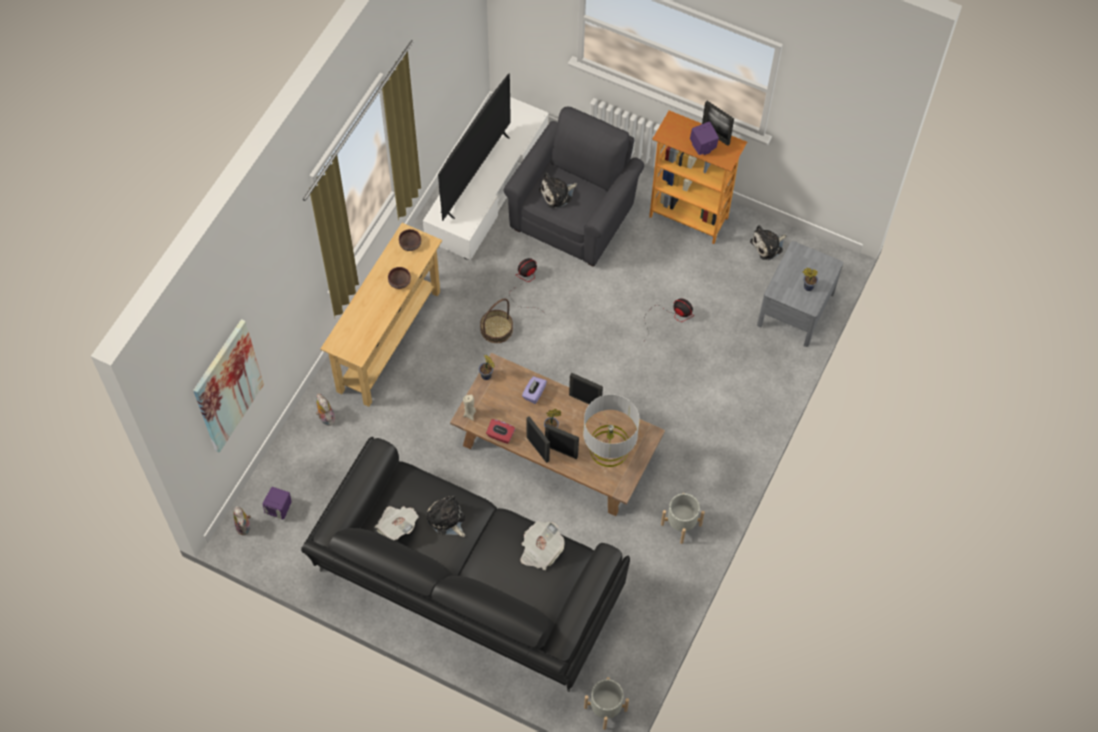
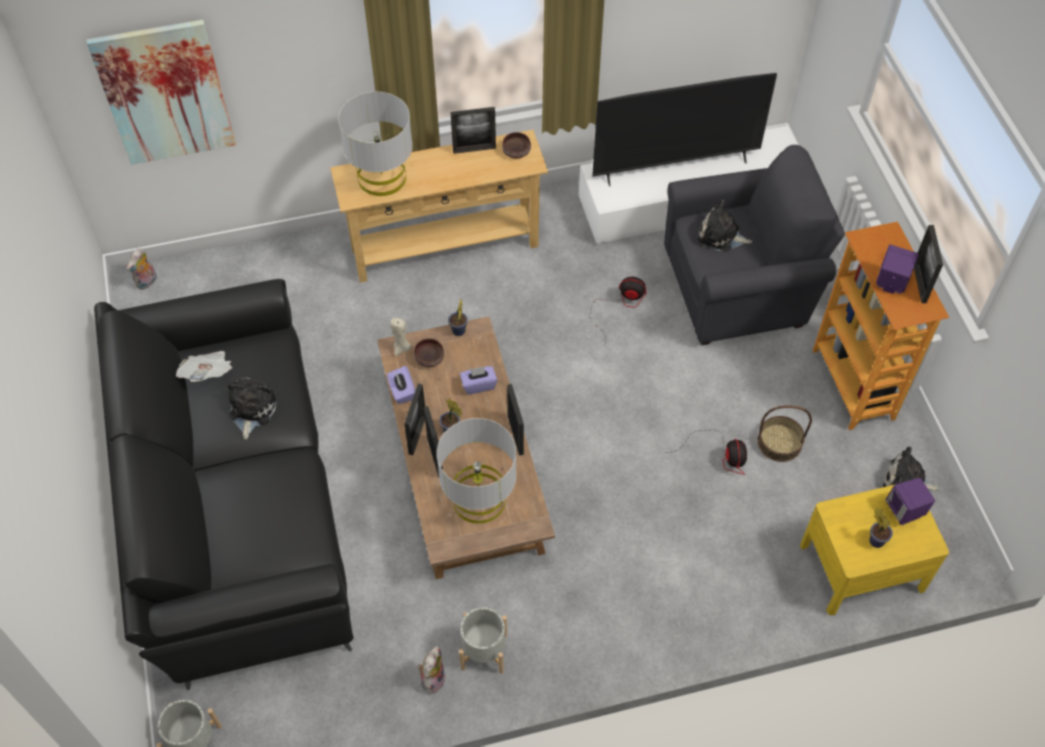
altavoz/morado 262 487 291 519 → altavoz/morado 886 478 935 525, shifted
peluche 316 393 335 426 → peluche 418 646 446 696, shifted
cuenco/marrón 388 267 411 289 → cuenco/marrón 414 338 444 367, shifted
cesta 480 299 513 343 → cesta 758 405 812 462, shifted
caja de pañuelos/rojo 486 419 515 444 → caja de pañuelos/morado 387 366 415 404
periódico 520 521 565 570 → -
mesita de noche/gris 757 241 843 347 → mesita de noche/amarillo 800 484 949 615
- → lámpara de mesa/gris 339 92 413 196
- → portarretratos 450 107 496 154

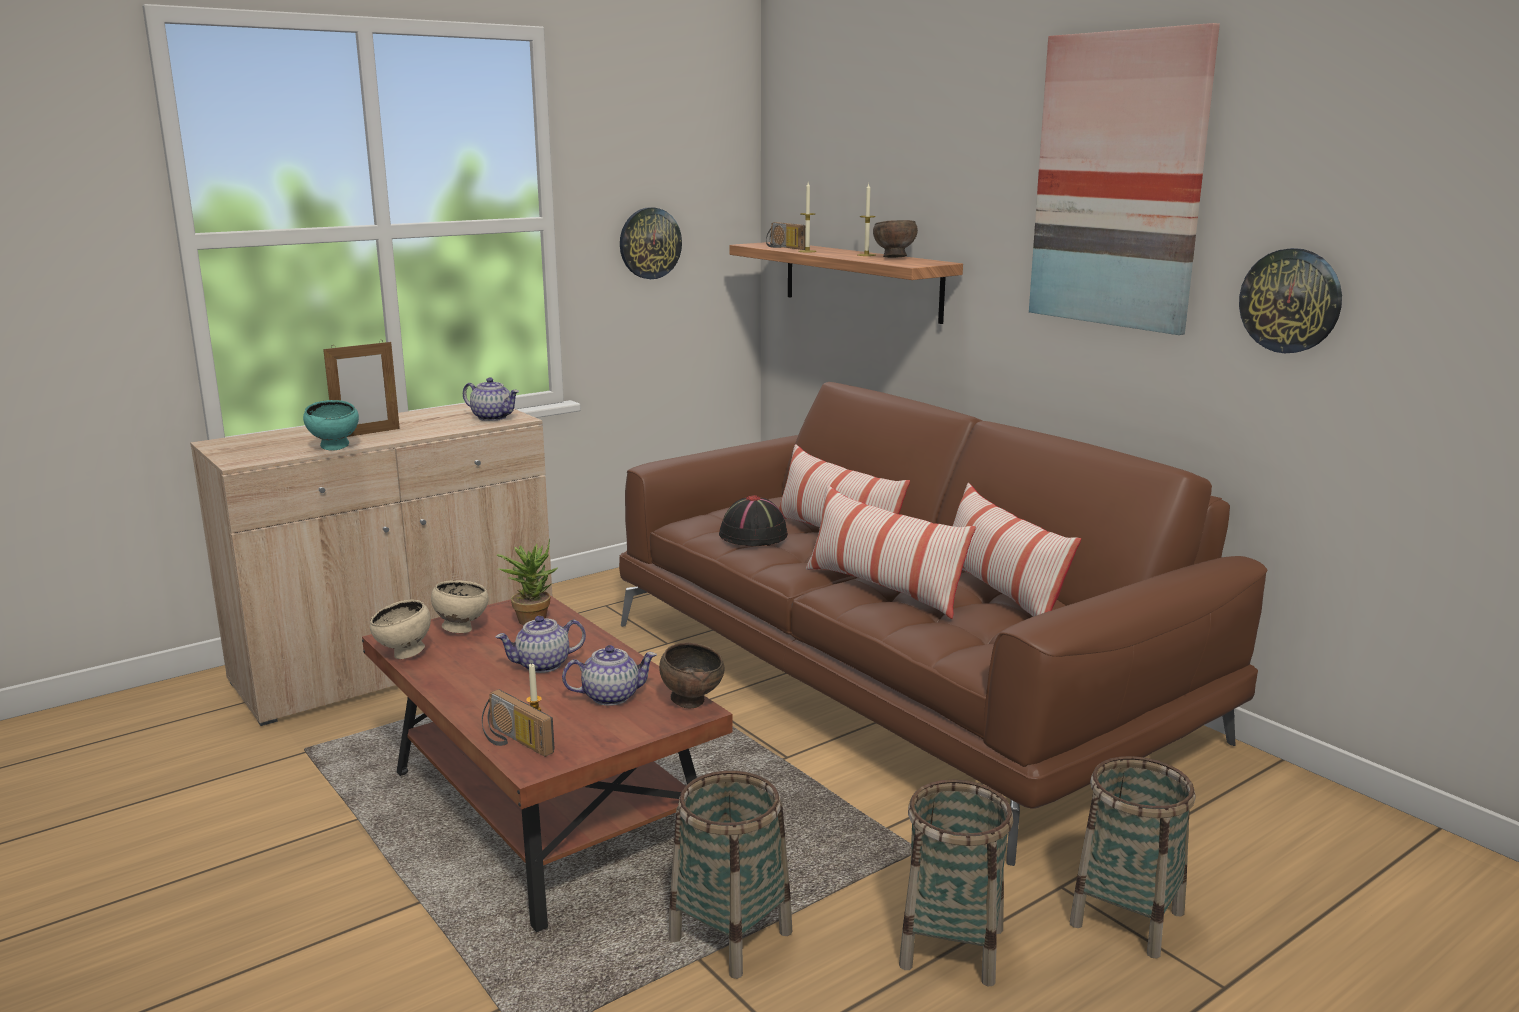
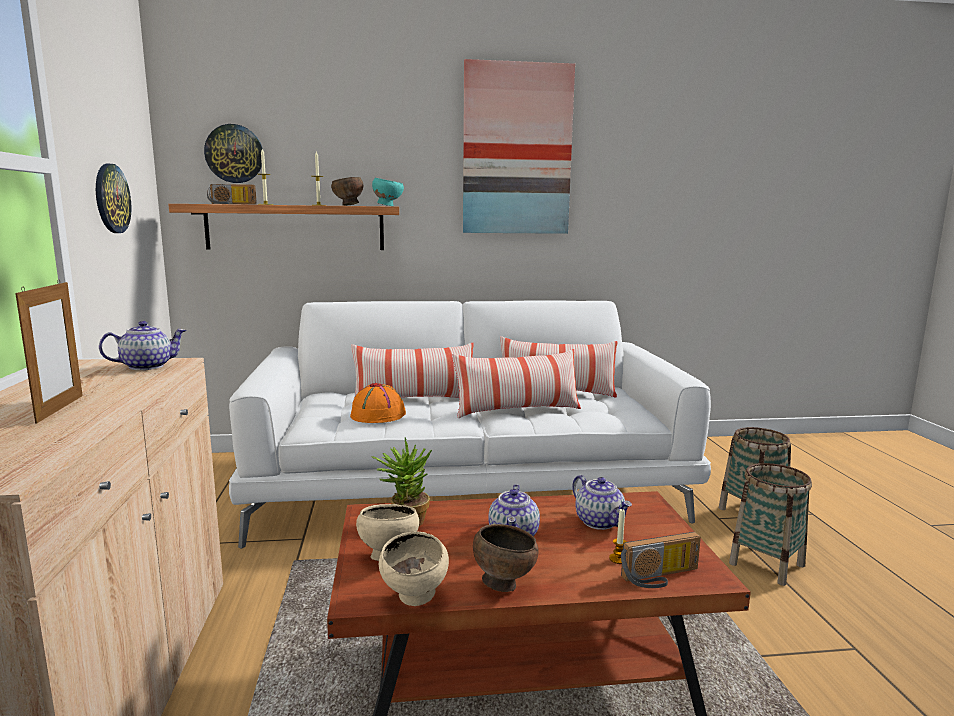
cuenco/turquesa 303 400 359 451 → cuenco/turquesa 372 178 404 206, shifted
tetera 562 645 657 706 → tetera 572 475 632 530, 135 degrees clockwise
sofá/marrón 619 382 1267 866 → sofá/blanco 229 300 711 549
cuenco/marrón 659 643 725 708 → cuenco/marrón 473 524 538 592, shifted
cesta 668 771 792 979 → -
sombrero/negro 719 495 788 546 → sombrero/naranja 350 383 406 423
reloj de pared 1239 248 1342 353 → reloj de pared 204 124 263 183, shifted

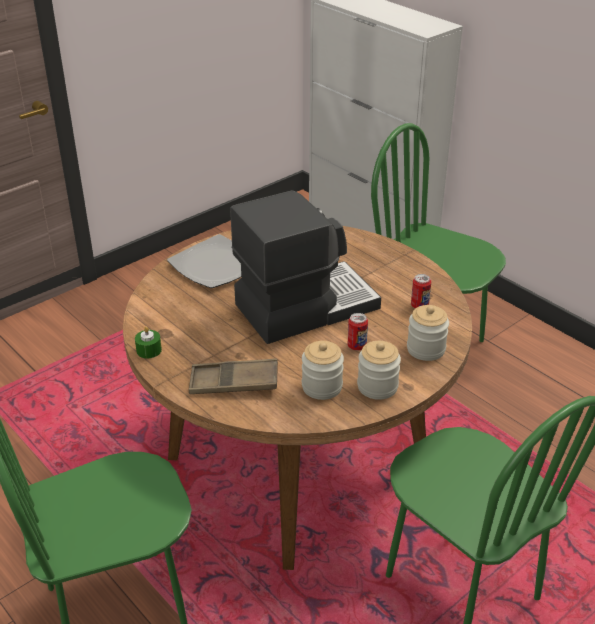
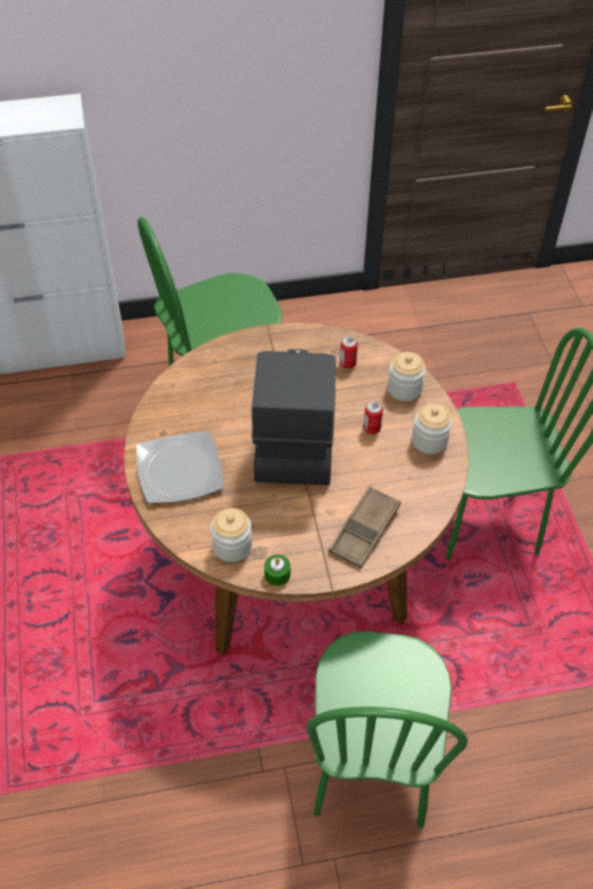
tarro 302 341 344 400 → tarro 211 508 252 562, shifted

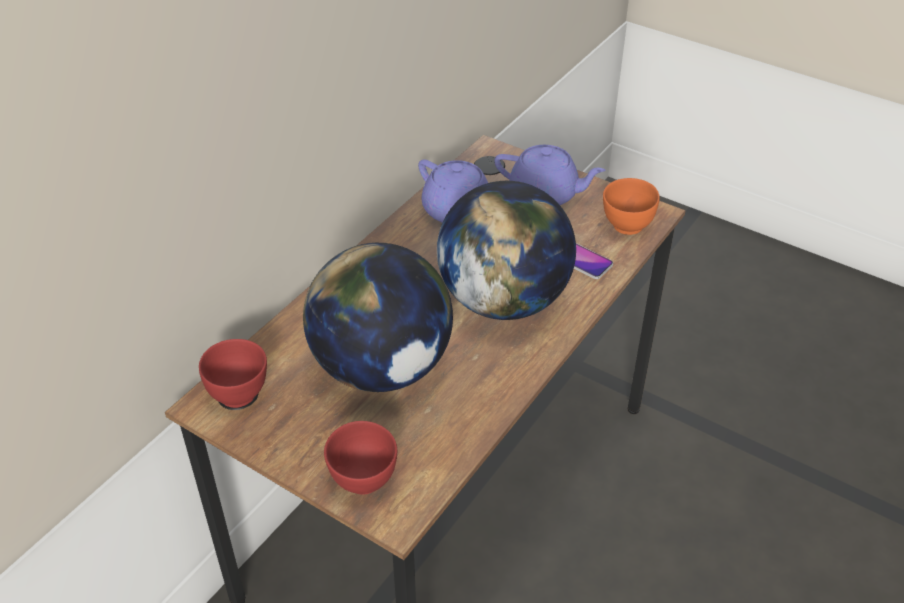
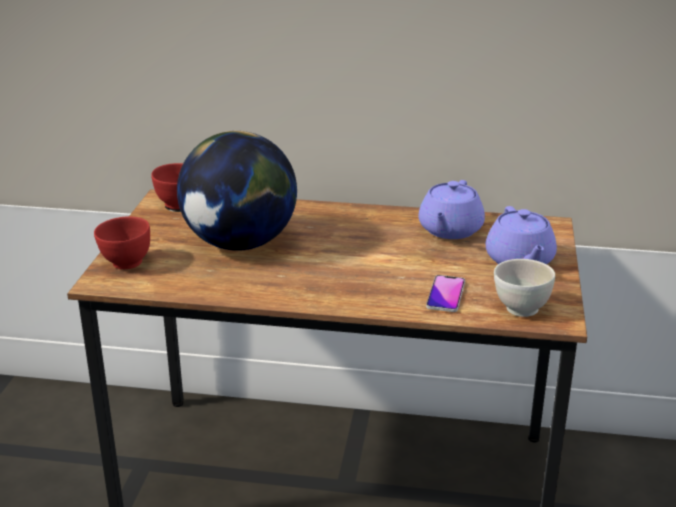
globo terráqueo 437 181 576 320 → -
cuenco/naranja 603 178 659 235 → cuenco/blanco 494 259 555 317

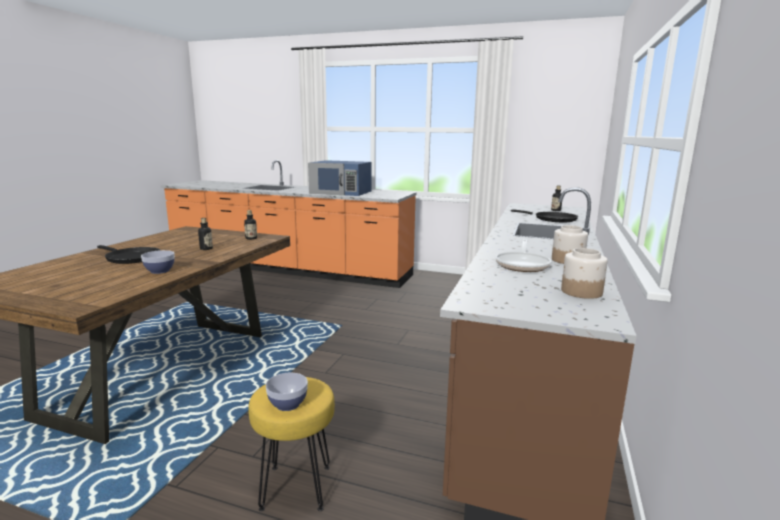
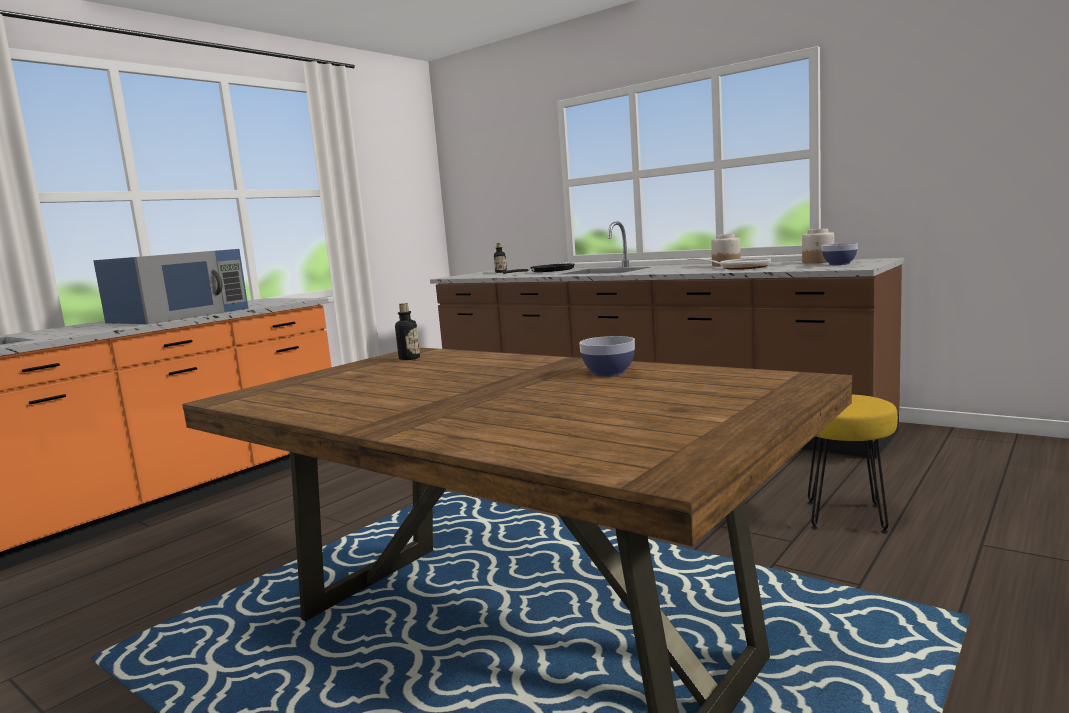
sartén/negro 97 245 160 264 → -
botella 198 218 213 250 → -
cuenco 266 373 308 411 → cuenco 822 243 858 265, shifted

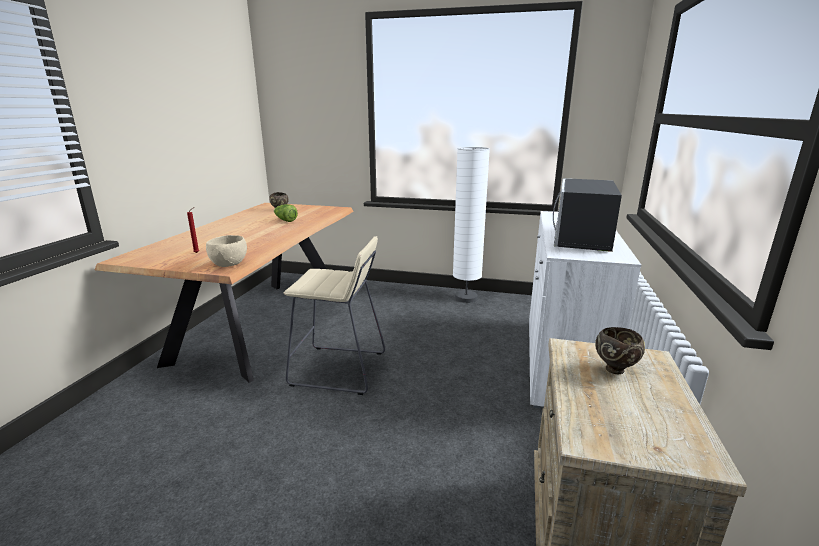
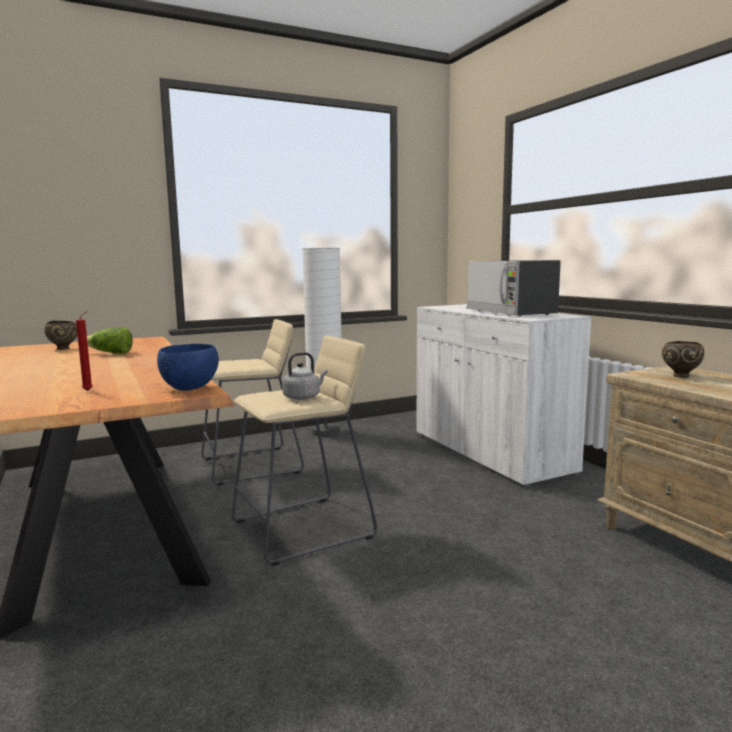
cuenco/beis 206 235 247 267 → cuenco/azul 157 344 219 391
- → taburete/beis 201 319 304 485
- → hervidor/gris 282 352 328 400

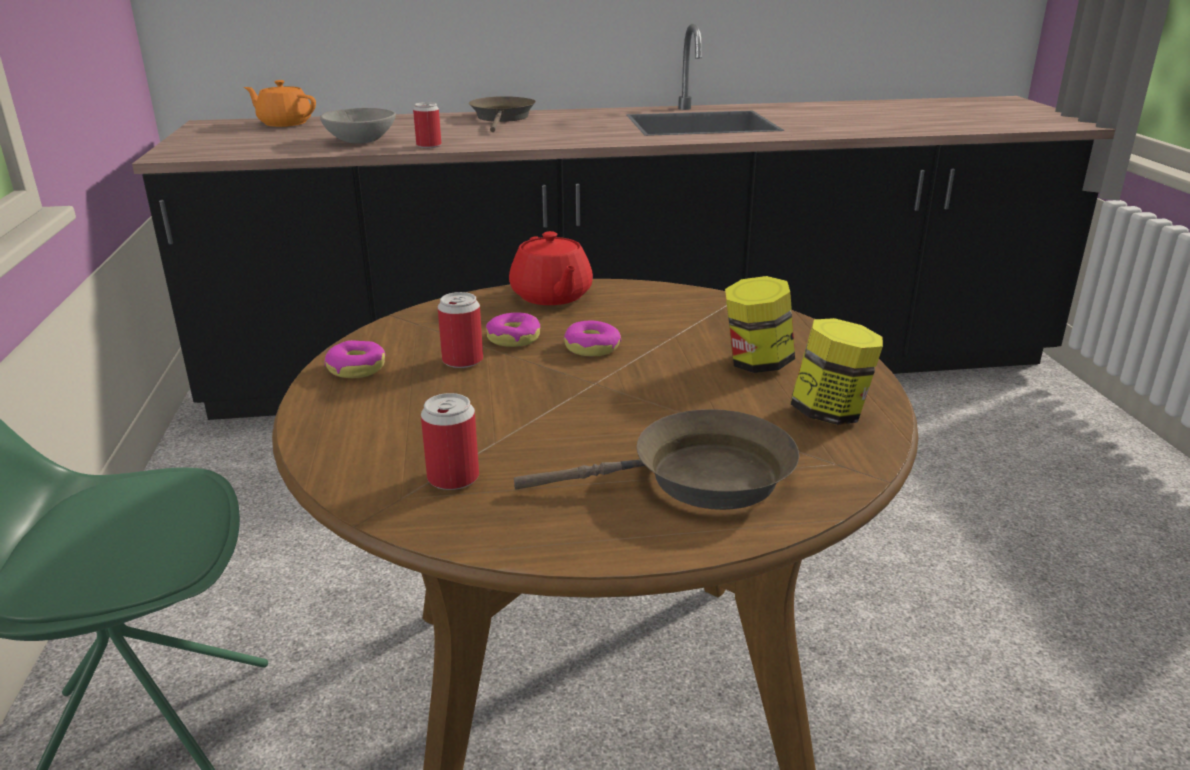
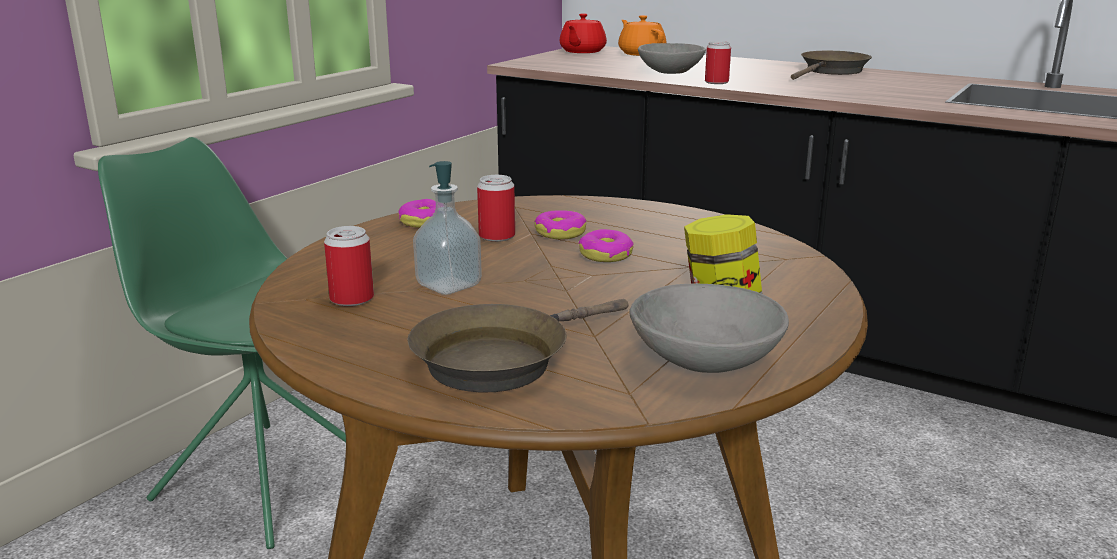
tetera/rojo 509 231 593 305 → tetera/rojo 560 13 607 53, shifted
sartén/marrón 514 409 800 510 → sartén/marrón 407 299 629 392, 105 degrees clockwise
tarro 790 318 883 425 → cuenco/gris 629 284 789 373
- → dispensador de jabón 413 161 482 295

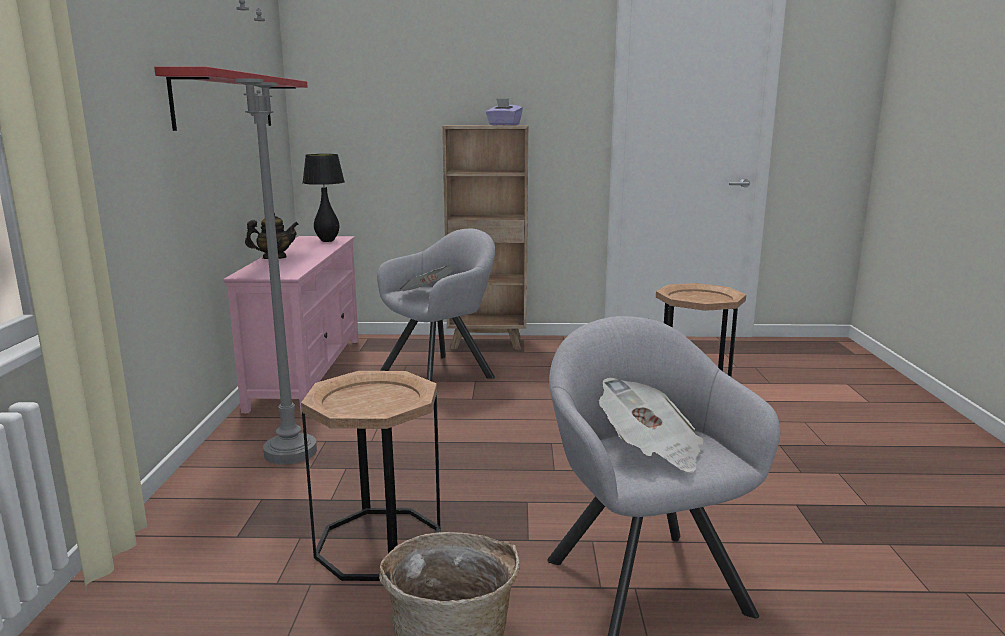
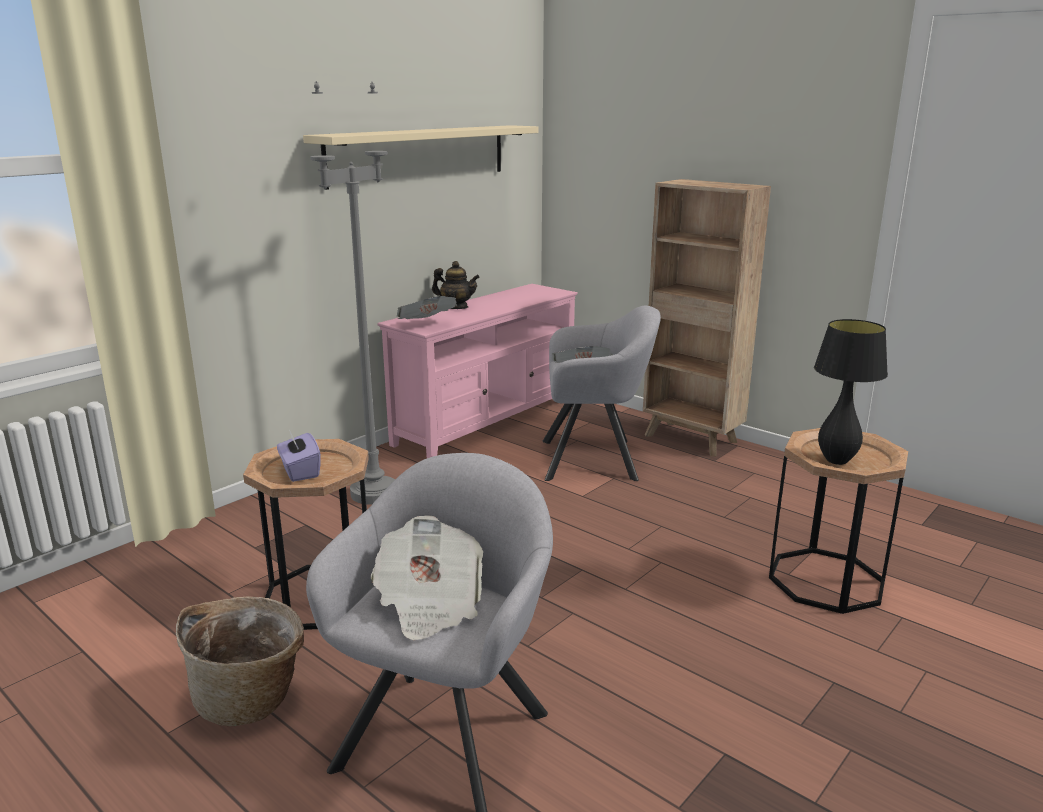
estante/rojo 154 67 308 131 → estante/beis 303 125 538 190
lámpara de mesa/negro 303 154 344 242 → lámpara de mesa/negro 814 319 888 465, shifted
caja de pañuelos/morado 486 98 523 125 → caja de pañuelos/morado 277 430 321 482, shifted
- → periódico 397 296 457 319

